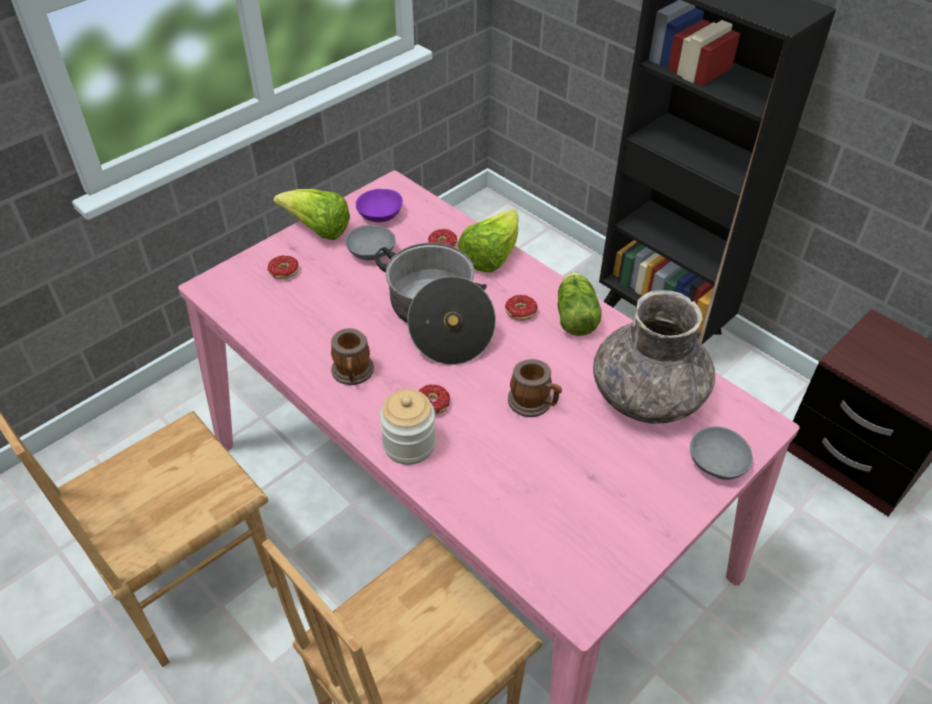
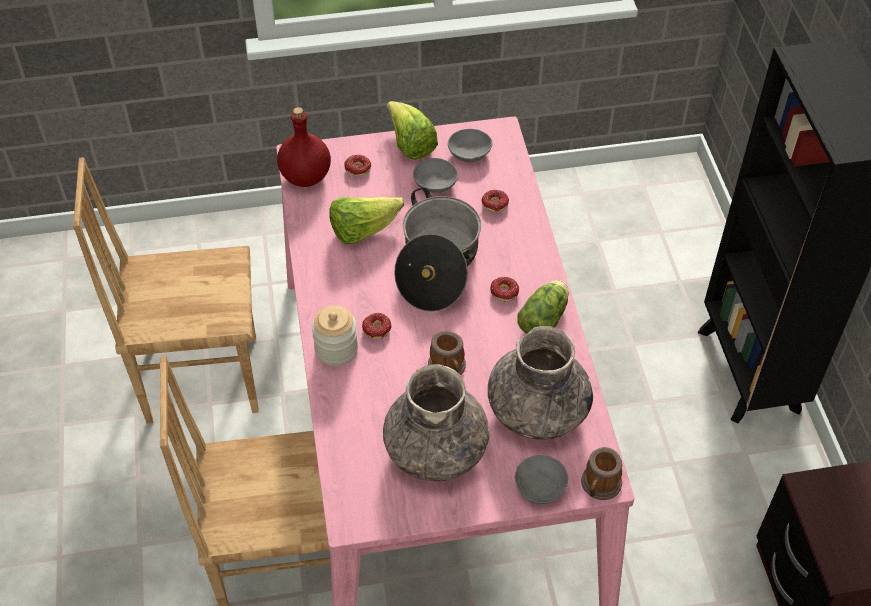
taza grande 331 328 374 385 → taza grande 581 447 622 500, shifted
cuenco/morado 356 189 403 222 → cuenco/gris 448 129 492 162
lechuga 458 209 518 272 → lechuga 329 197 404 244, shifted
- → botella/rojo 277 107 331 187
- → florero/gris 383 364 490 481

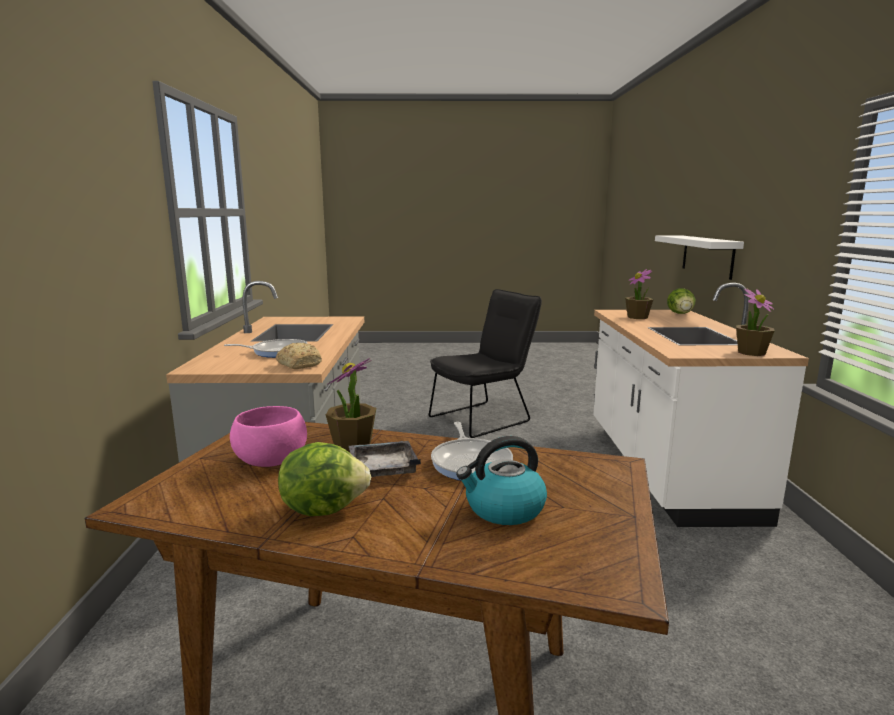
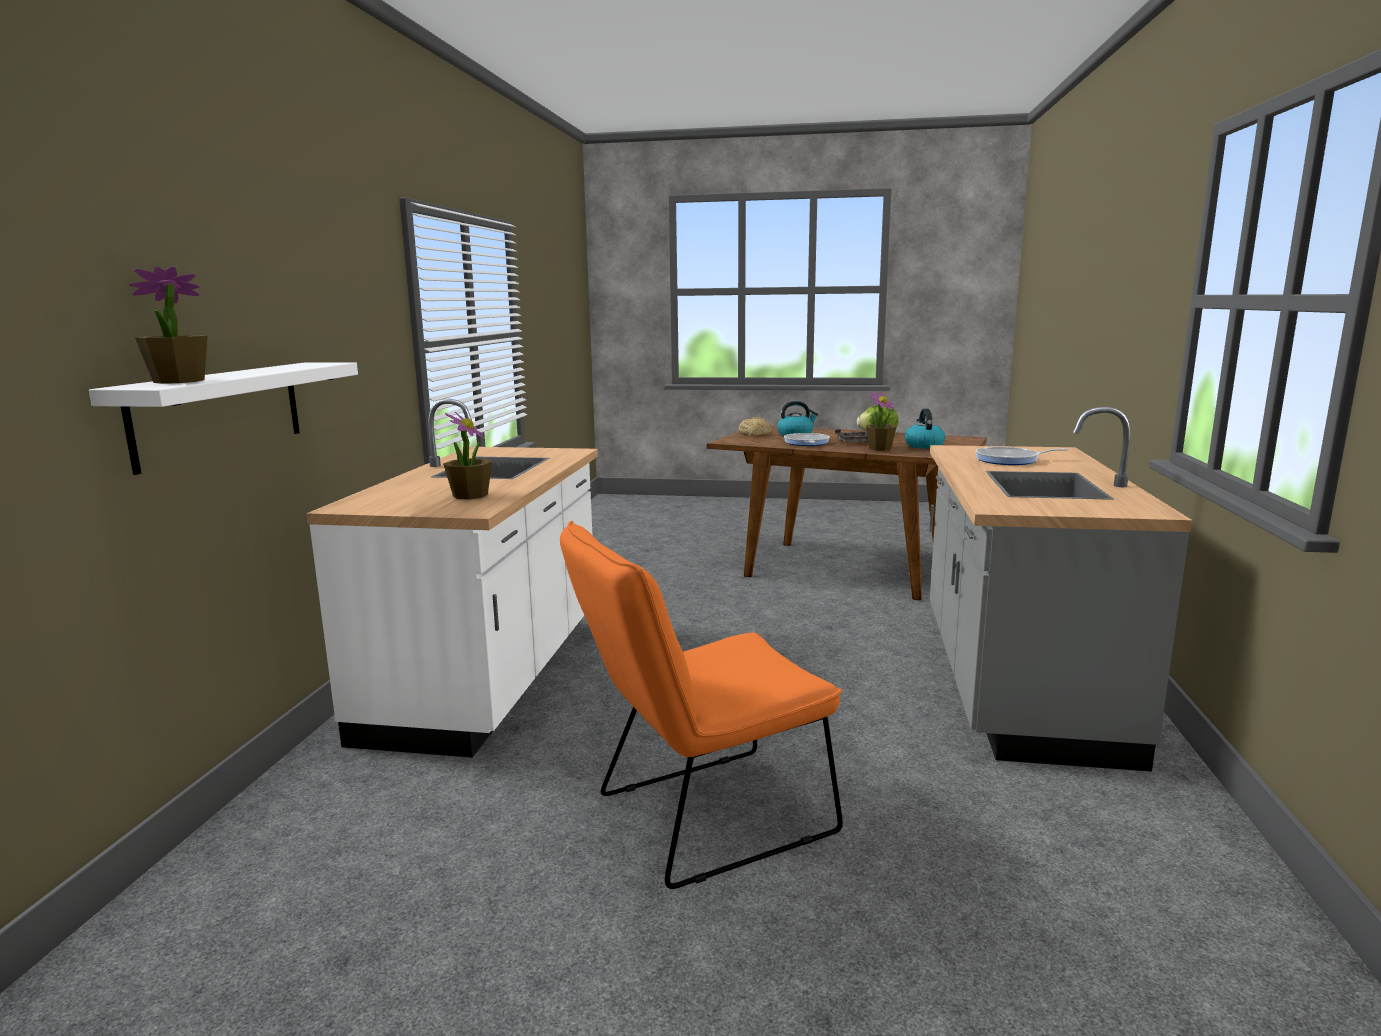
cuenco/rosa 230 406 307 467 → hervidor 905 409 945 449
pan 276 343 322 369 → pan 739 417 772 436, shifted
silla/negro 429 289 542 438 → silla/naranja 560 521 843 889
lechuga 667 288 695 314 → -
planta en maceta 736 288 775 356 → planta en maceta 129 266 208 384, shifted

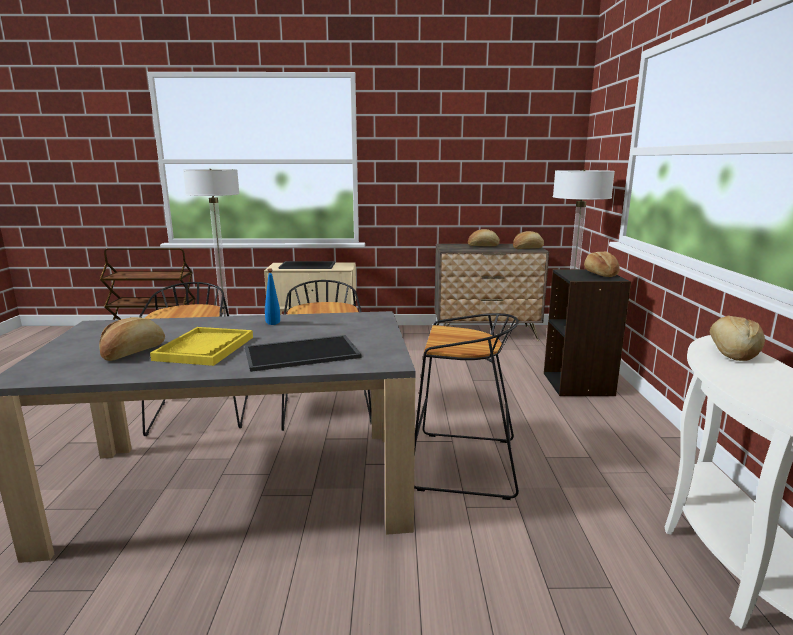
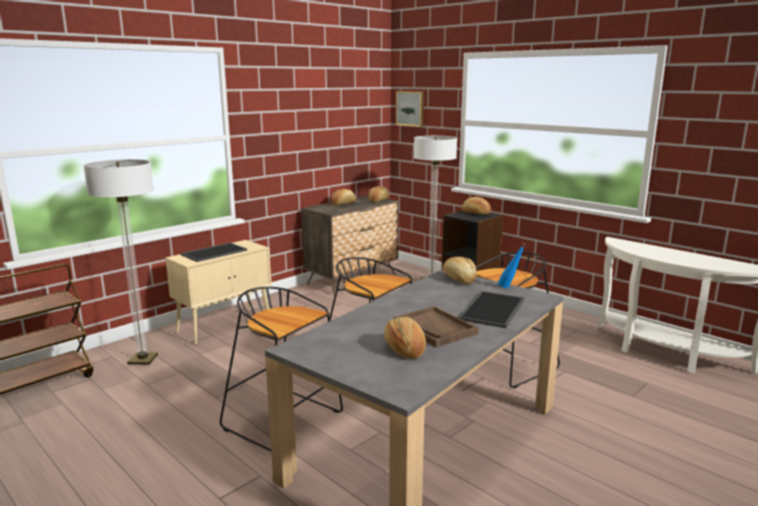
bandeja/amarillo 150 327 253 366 → bandeja/marrón 394 306 478 347
botella/azul 265 268 280 325 → botella/azul 498 243 526 288, shifted
pan 710 315 765 361 → pan 443 257 477 284, shifted
- → cuadro 396 91 424 127

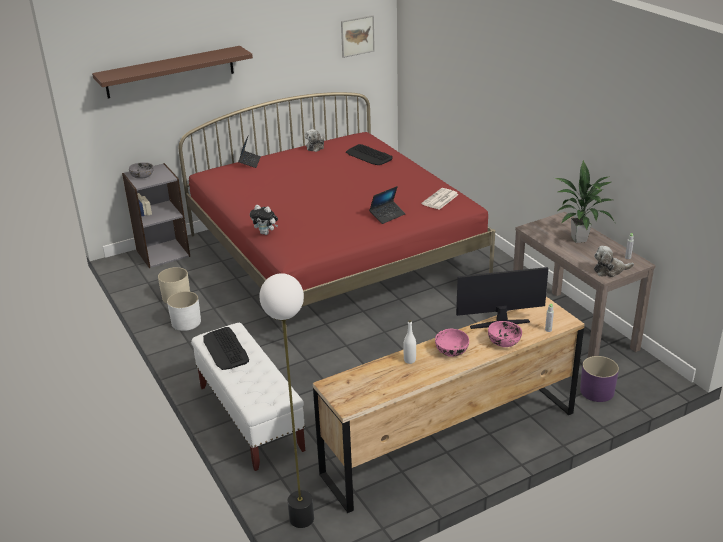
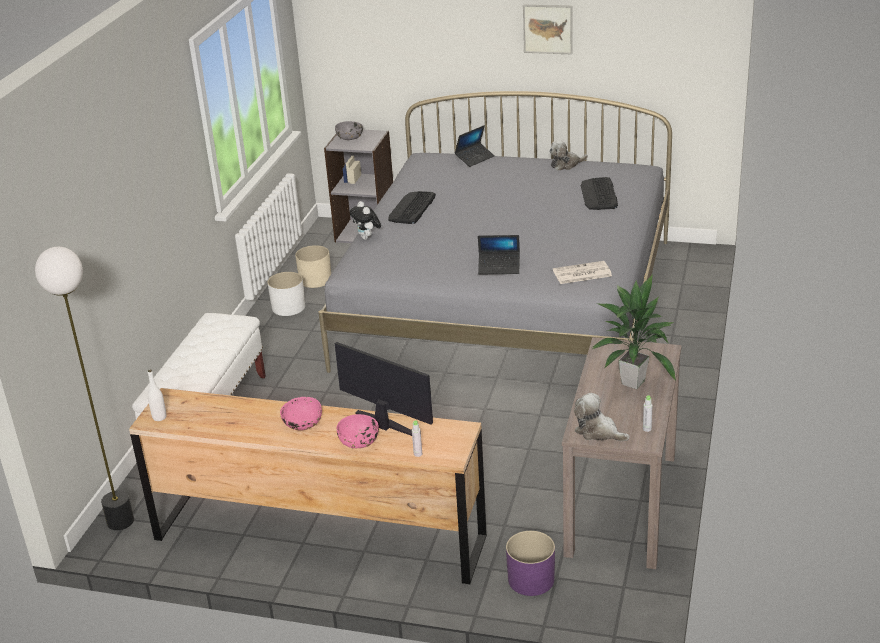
estante/marrón 92 46 253 99 → -
cama/rojo 179 92 495 347 → cama/gris 319 91 672 373
teclado 203 327 249 370 → teclado 388 191 436 224, shifted
cuadro 341 15 375 58 → cuadro 523 4 572 54, shifted
botella/blanco 404 320 416 364 → botella/blanco 148 369 166 421, shifted

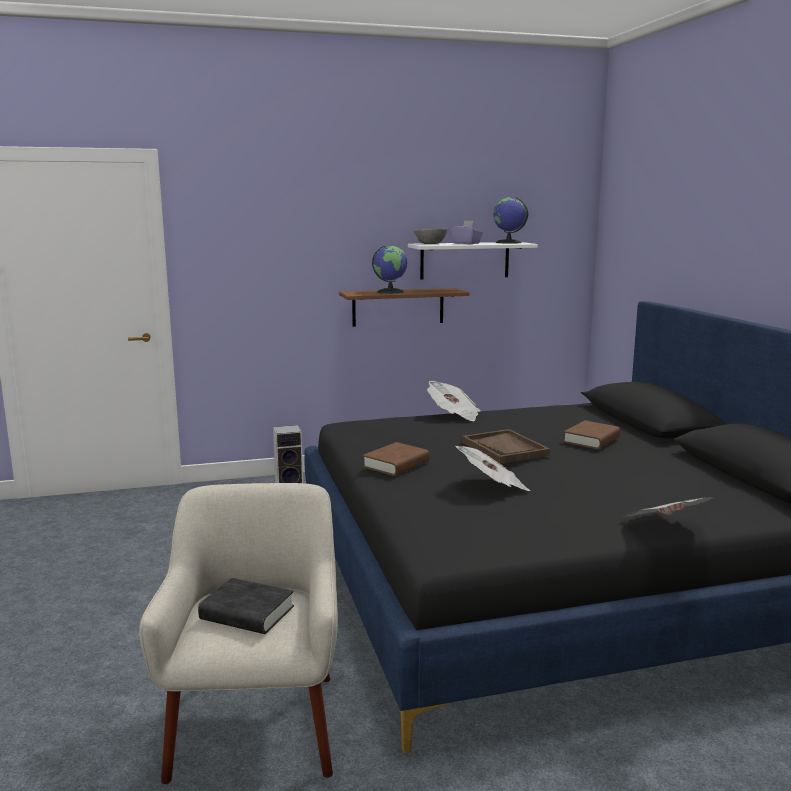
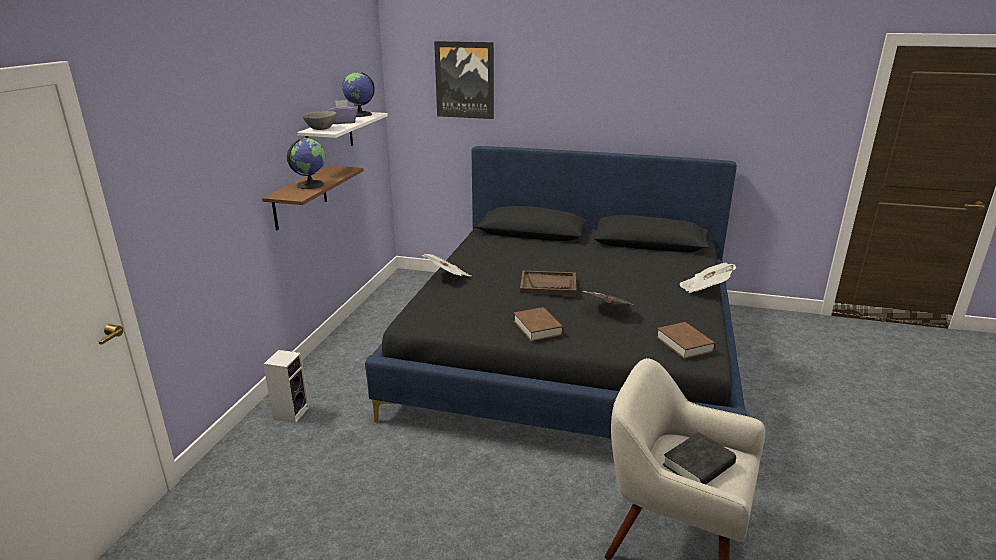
libro/marrón 563 420 620 449 → libro/marrón 656 322 716 359, shifted
- → cuadro 434 41 494 119

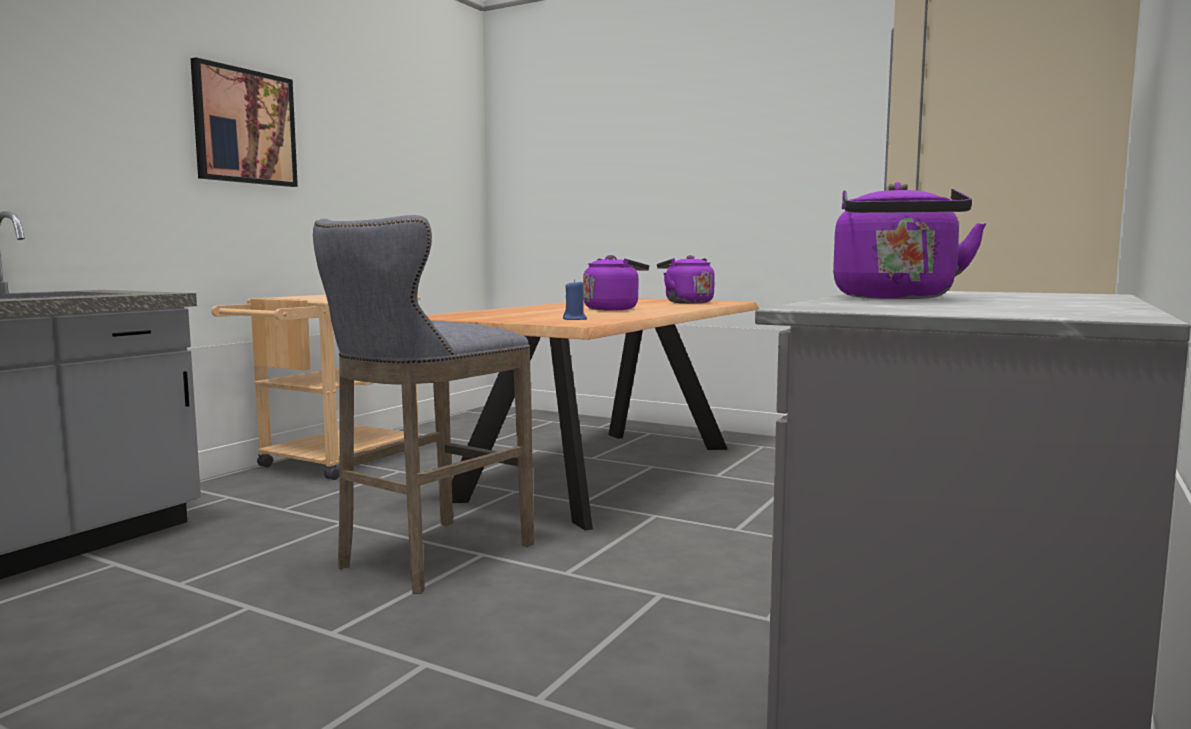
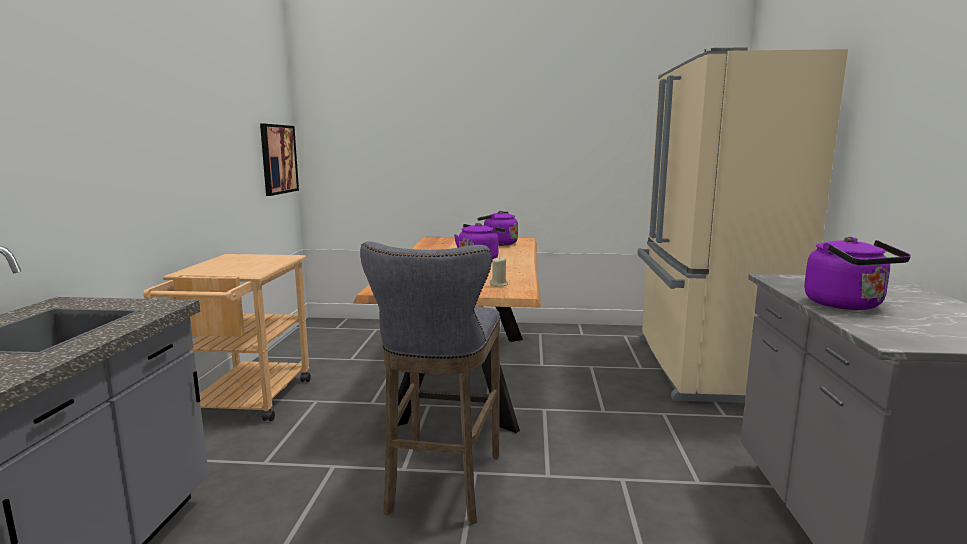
cuadro 190 57 298 187 → cuadro 260 124 299 196, shifted
vela/azul 563 279 587 320 → vela/beis 490 256 508 287

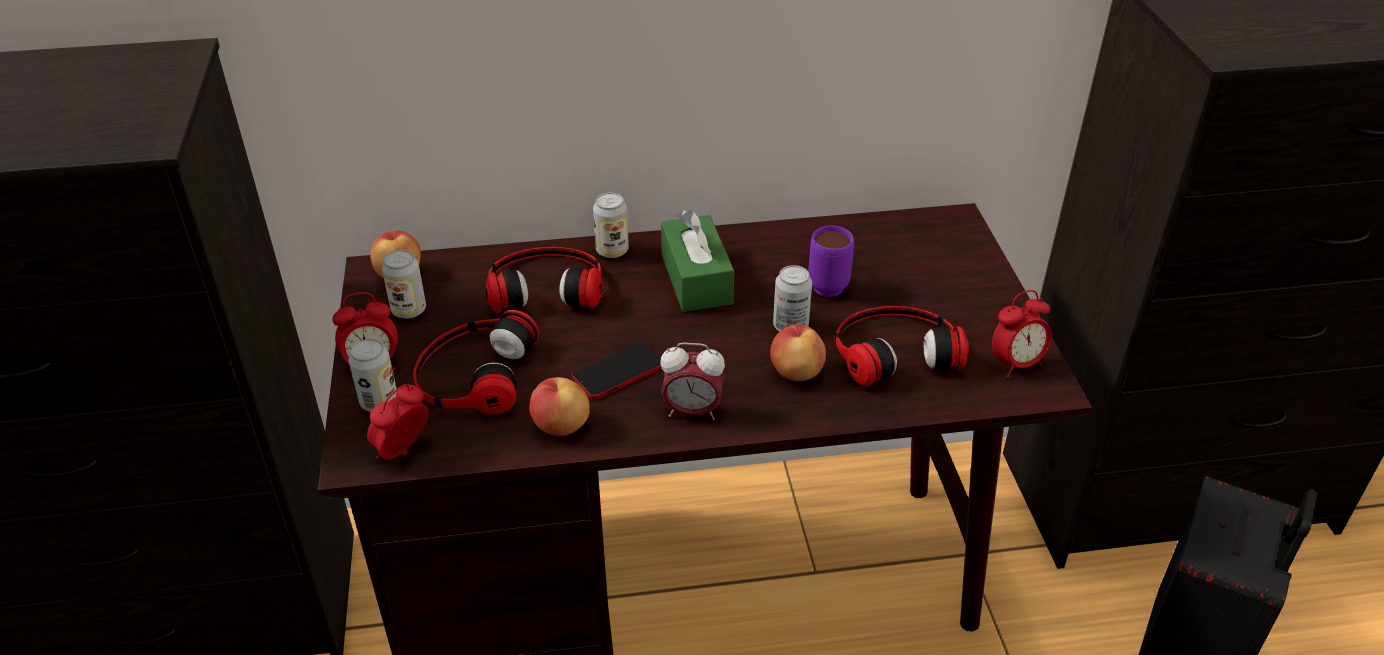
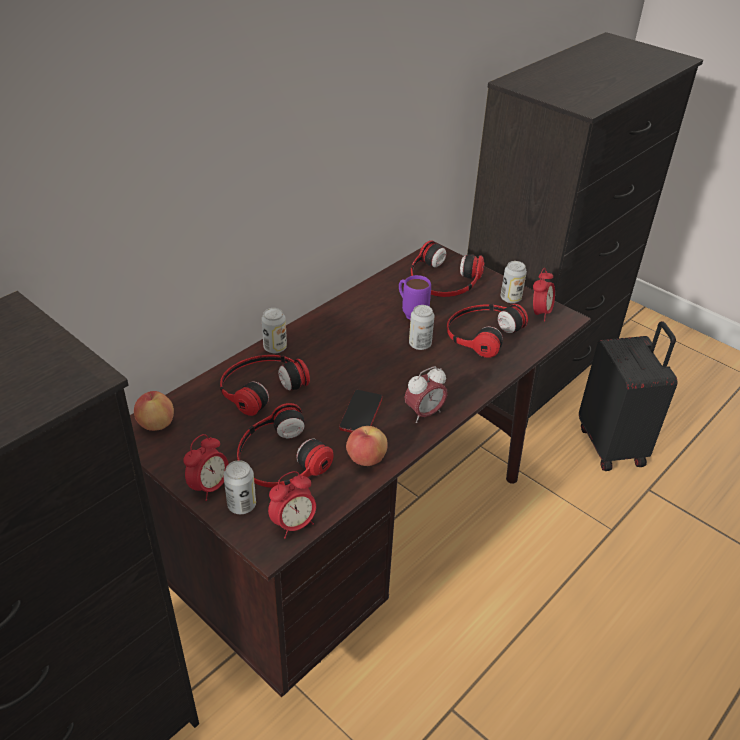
despertador 367 384 428 460 → despertador 268 471 316 539, 120 degrees counterclockwise
lata 382 250 426 319 → lata 501 261 527 303, shifted
caja de pañuelos/verde 661 210 734 312 → -
manzana 770 324 826 381 → -
- → auriculares 411 240 485 297

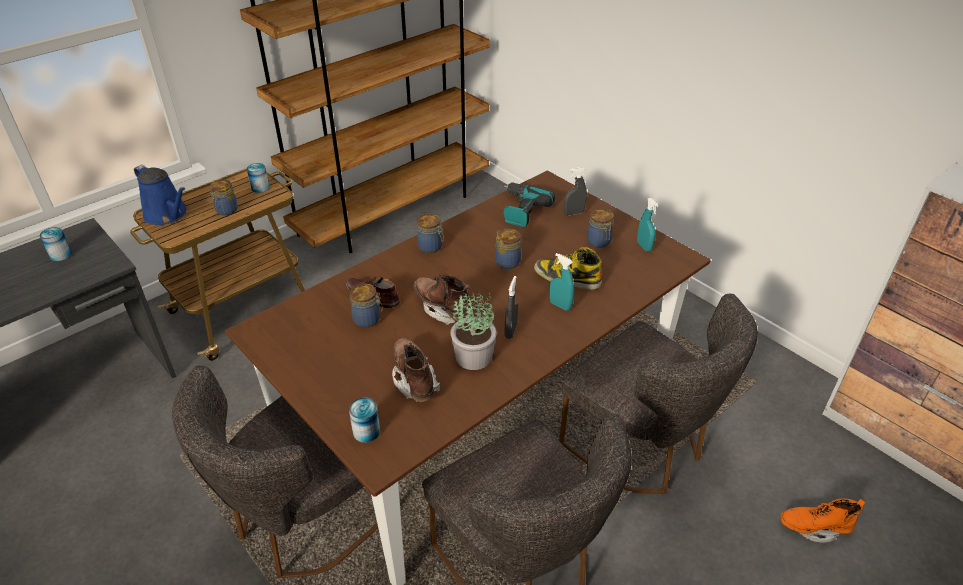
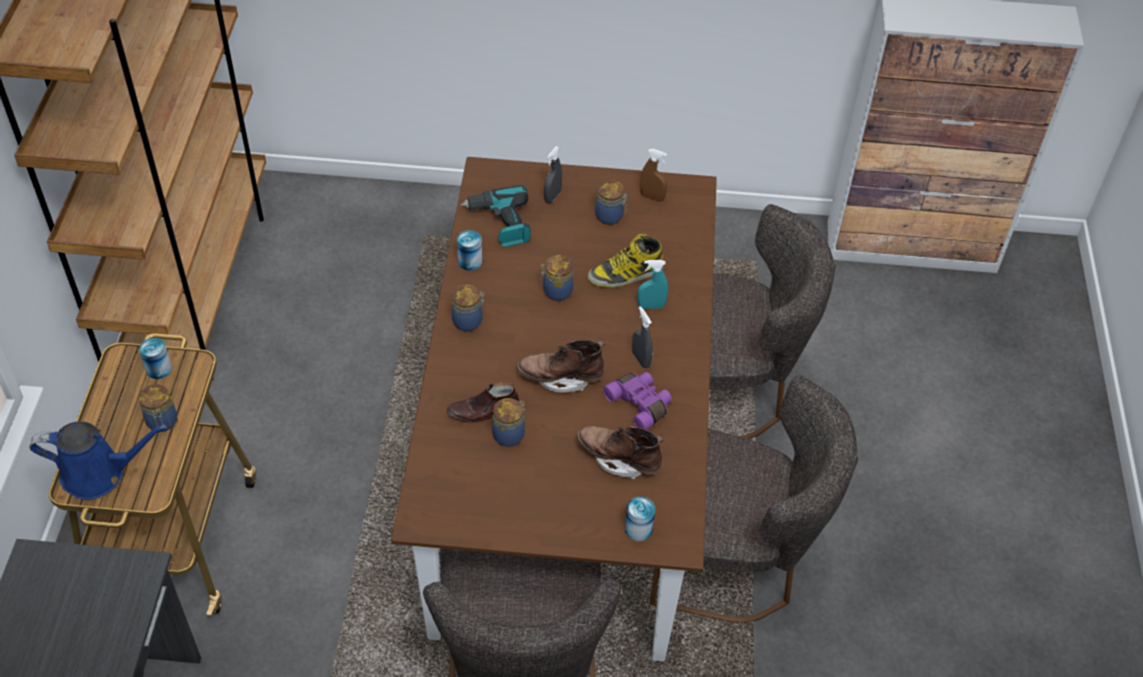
lata 40 227 72 261 → lata 457 230 482 271, shifted
planta en maceta 450 293 497 370 → prismáticos/morado 603 372 672 429
pulverizador/turquesa 637 198 659 252 → pulverizador/marrón 640 149 667 202
bota/naranja 780 499 865 543 → -

